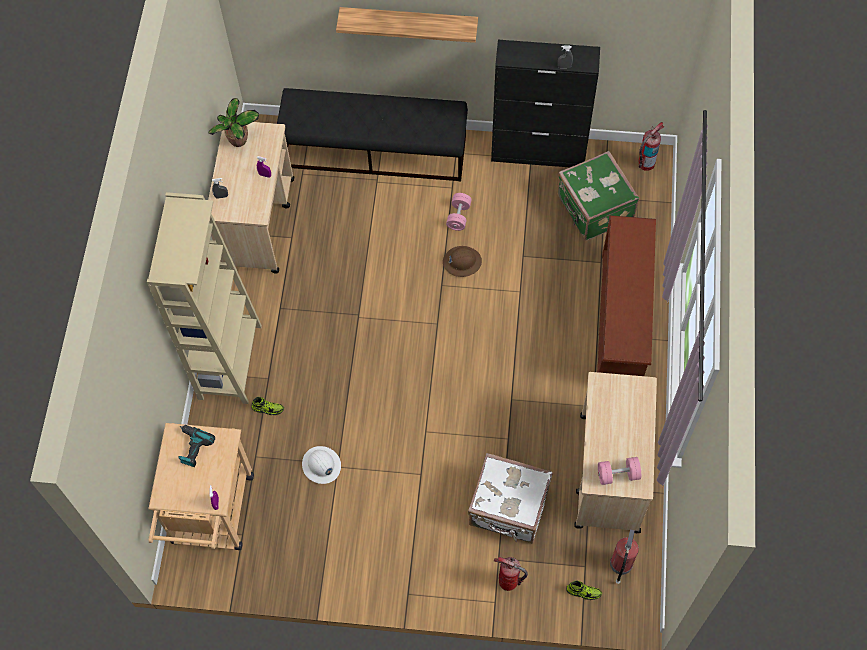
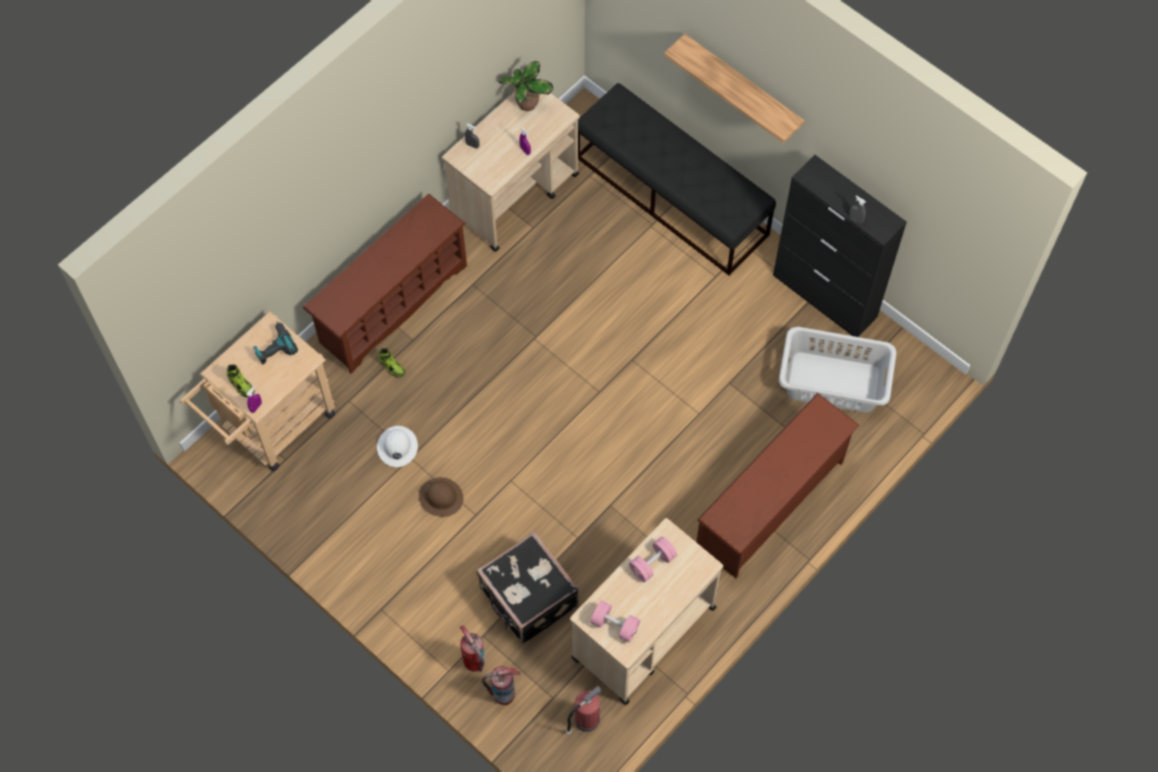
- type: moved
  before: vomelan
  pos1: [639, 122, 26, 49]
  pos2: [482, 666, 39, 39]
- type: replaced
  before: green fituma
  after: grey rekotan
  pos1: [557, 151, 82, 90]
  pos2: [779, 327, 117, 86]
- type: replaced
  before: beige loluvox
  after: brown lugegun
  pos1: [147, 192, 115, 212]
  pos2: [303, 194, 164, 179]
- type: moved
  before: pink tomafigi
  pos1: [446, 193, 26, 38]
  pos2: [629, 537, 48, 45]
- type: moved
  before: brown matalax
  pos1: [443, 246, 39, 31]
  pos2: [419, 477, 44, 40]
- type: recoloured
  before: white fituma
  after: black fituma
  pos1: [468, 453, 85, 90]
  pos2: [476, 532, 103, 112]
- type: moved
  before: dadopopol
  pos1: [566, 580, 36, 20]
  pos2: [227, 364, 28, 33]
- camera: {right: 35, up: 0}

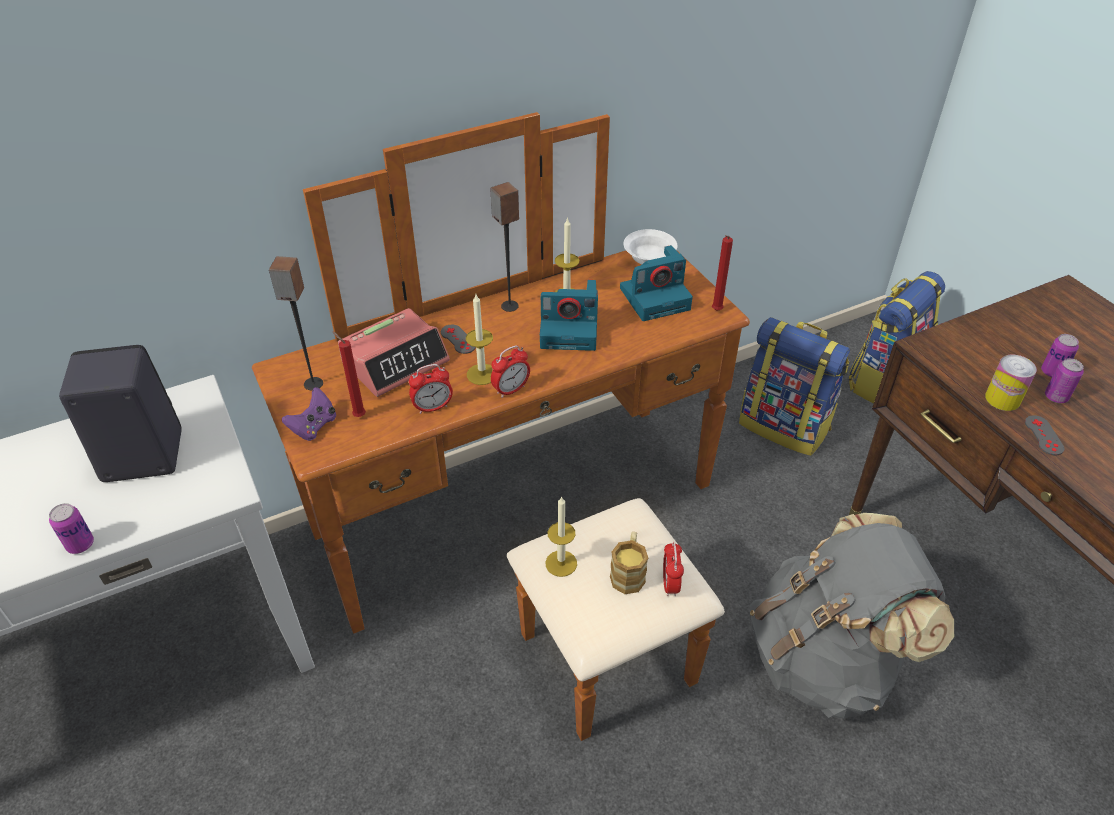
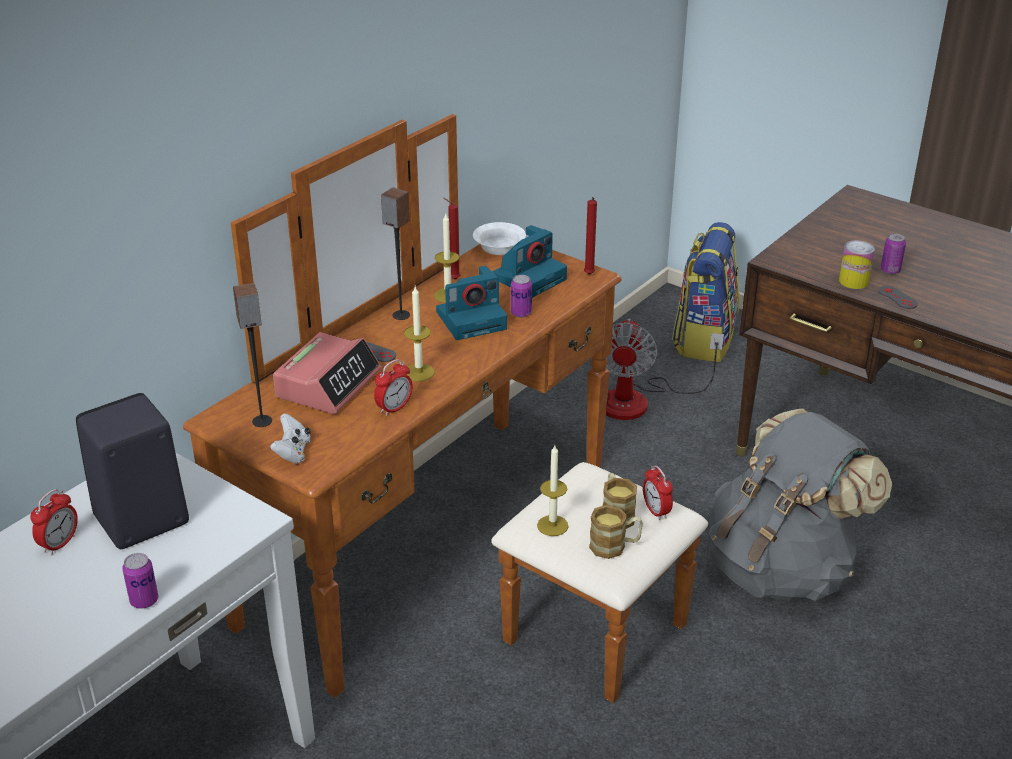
- type: replaced
  before: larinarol
  after: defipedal
  pos1: [739, 317, 111, 139]
  pos2: [606, 318, 118, 102]
- type: moved
  before: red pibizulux
  pos1: [332, 331, 34, 86]
  pos2: [443, 198, 17, 81]
- type: moved
  before: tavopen
  pos1: [1041, 334, 38, 43]
  pos2: [511, 275, 21, 42]
- type: moved
  before: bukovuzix
  pos1: [491, 345, 39, 53]
  pos2: [30, 489, 48, 66]
- type: recoloured
  before: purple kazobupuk
  after: white kazobupuk
  pos1: [282, 387, 54, 54]
  pos2: [270, 414, 41, 50]
- type: added
  after: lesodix
  pos2: [589, 505, 54, 54]
- camera: {right: -25, up: -10}

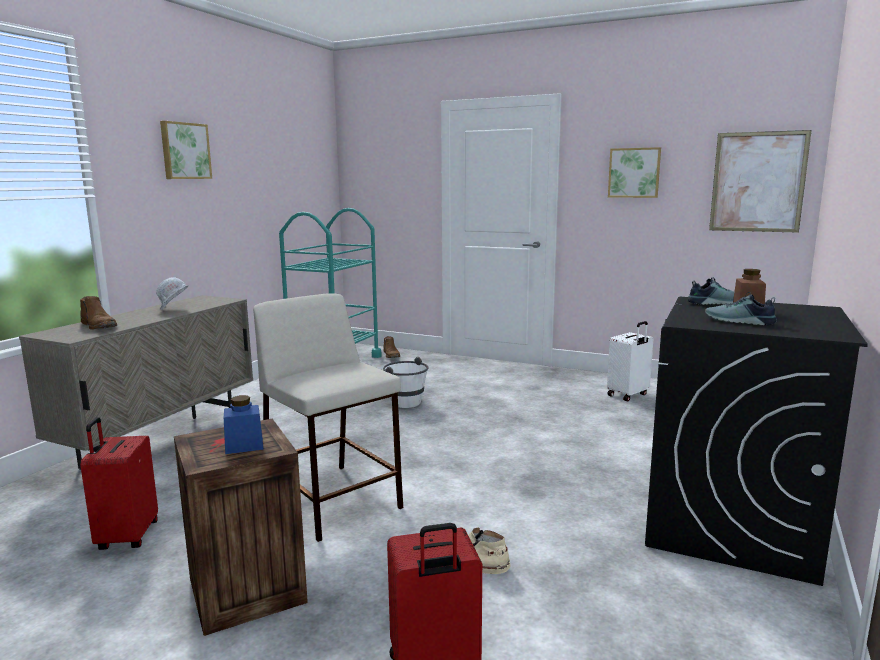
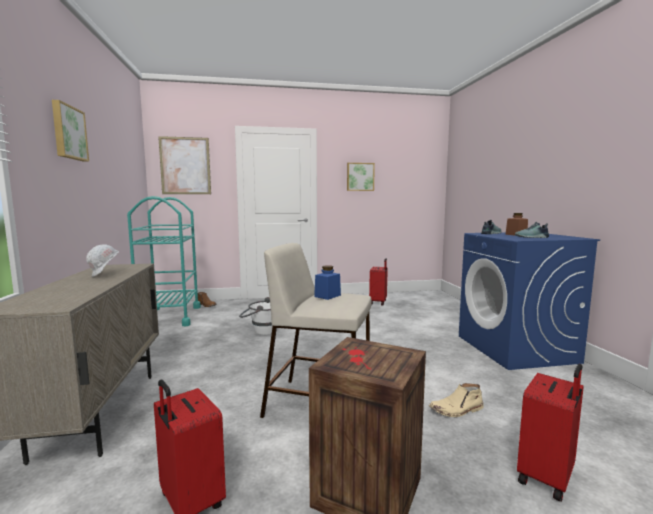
- type: moved
  before: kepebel
  pos1: [709, 130, 103, 103]
  pos2: [158, 136, 53, 58]
- type: removed
  before: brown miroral
  pos1: [80, 296, 37, 34]
- type: recoloured
  before: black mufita
  after: blue mufita
  pos1: [645, 297, 223, 289]
  pos2: [459, 232, 141, 138]
- type: recoloured
  before: white fituma
  after: red fituma
  pos1: [607, 321, 46, 80]
  pos2: [369, 258, 19, 48]
- type: moved
  before: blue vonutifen
  pos1: [224, 395, 40, 59]
  pos2: [314, 265, 27, 35]
- camera: {right: -35, up: -5}

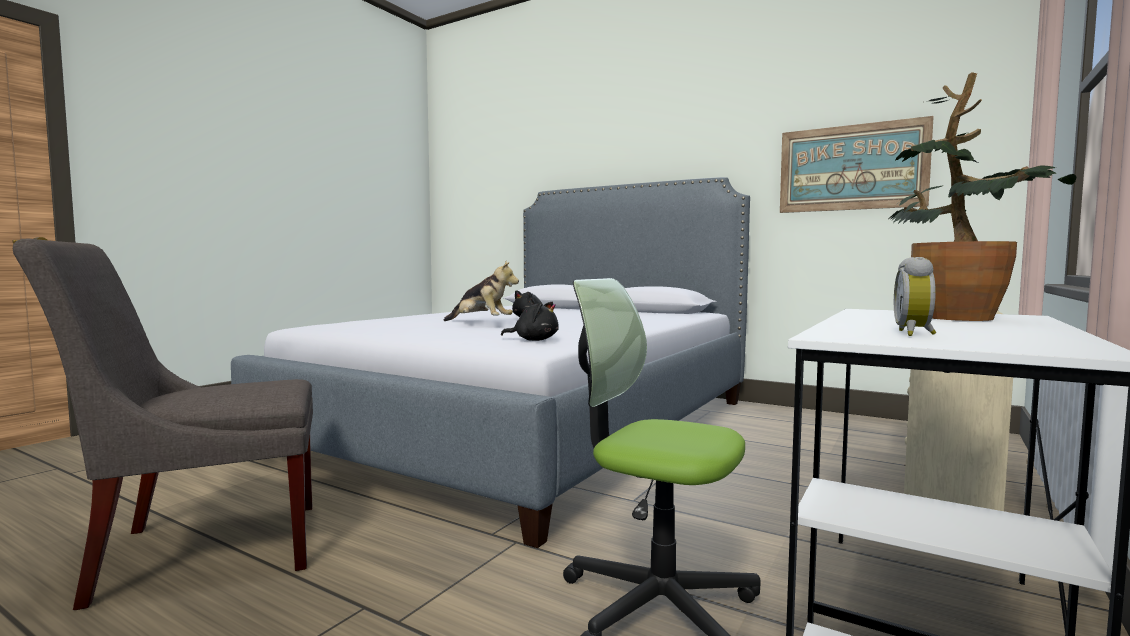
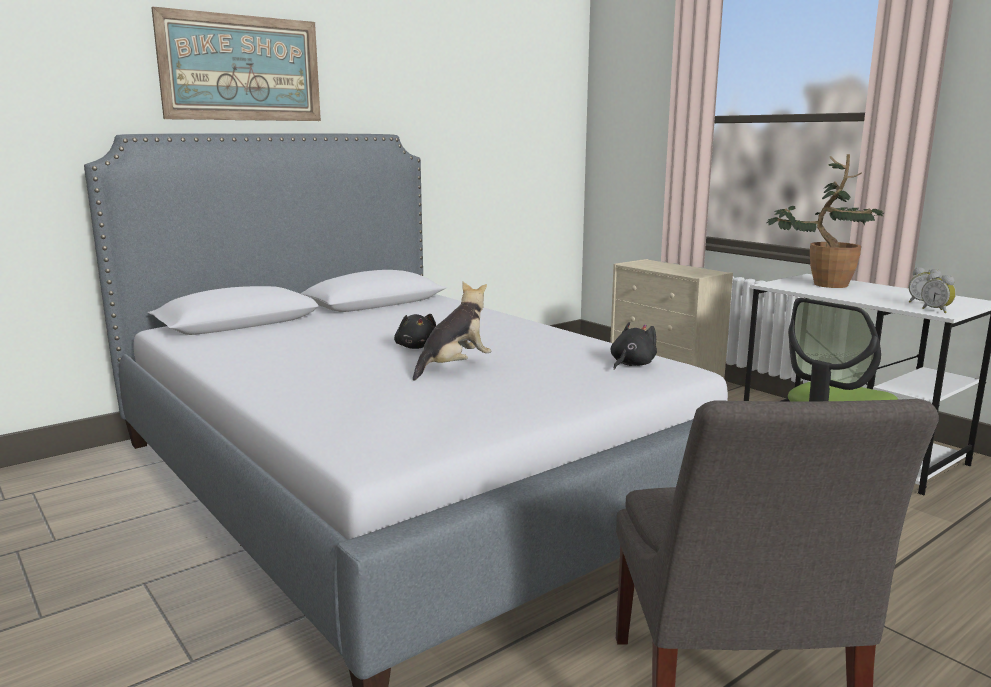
- type: moved
  before: kepebel
  pos1: [780, 116, 154, 97]
  pos2: [151, 7, 170, 114]
- type: added
  after: bukovuzix
  pos2: [921, 273, 35, 40]
- camera: {right: -70, up: 10}

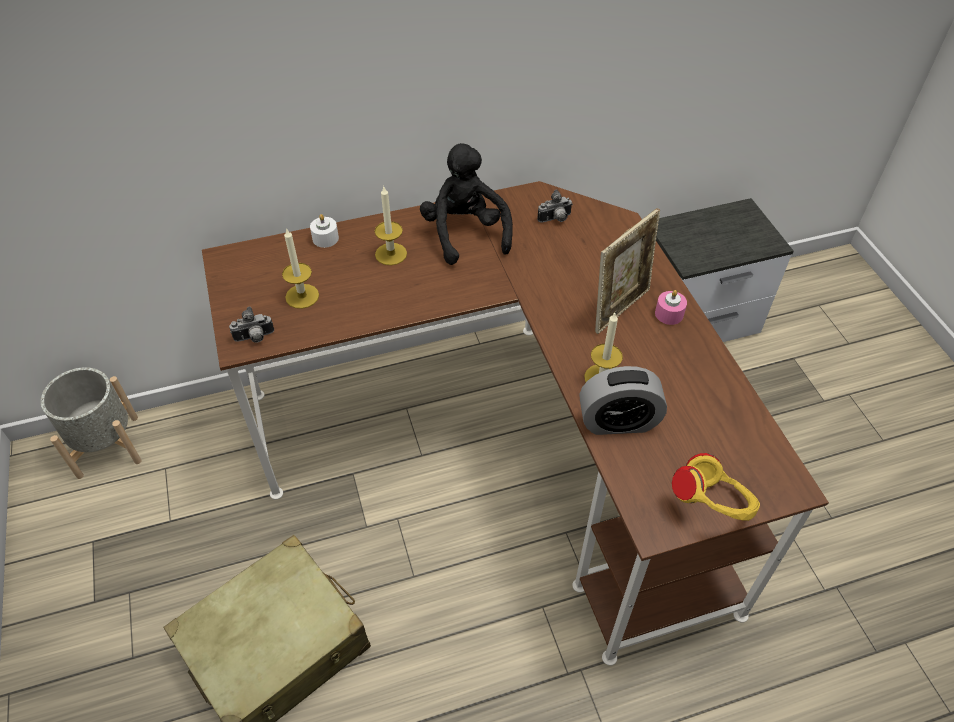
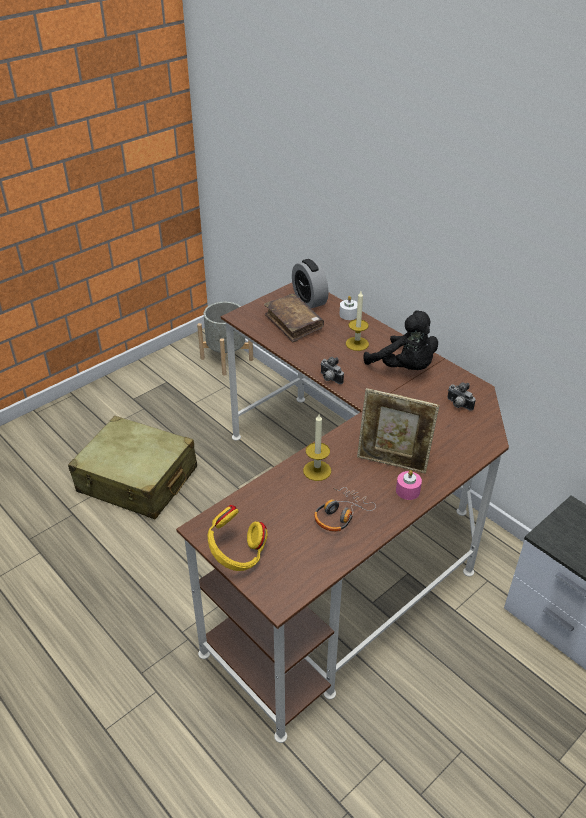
- type: turned
  before: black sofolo
  pos1: [420, 143, 93, 122]
  pos2: [363, 310, 75, 60]
  turn: 90
- type: replaced
  before: pibizulux
  after: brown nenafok
  pos1: [282, 228, 37, 81]
  pos2: [264, 293, 60, 49]
- type: moved
  before: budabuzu
  pos1: [229, 307, 45, 36]
  pos2: [320, 357, 24, 27]
- type: moved
  before: bukovuzix
  pos1: [579, 366, 88, 69]
  pos2: [292, 259, 37, 49]
- type: added
  after: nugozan
  pos2: [314, 487, 62, 45]
- camera: {right: 65, up: -10}

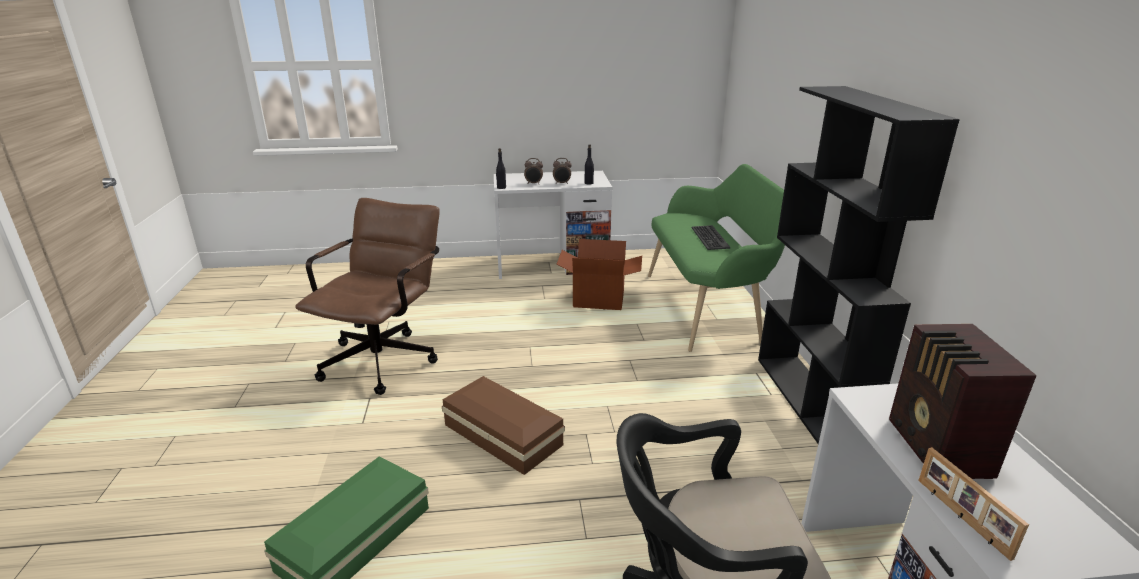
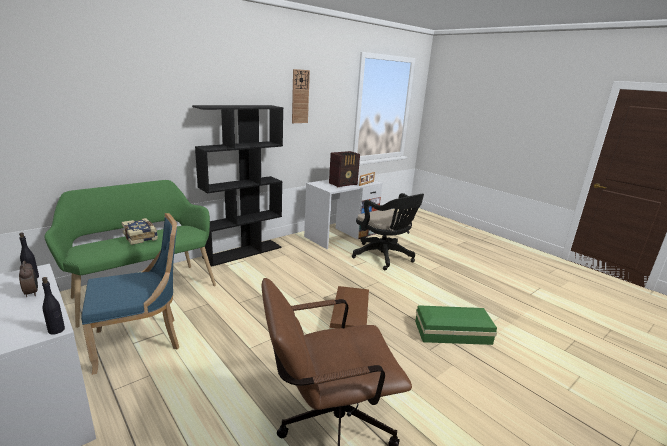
- type: removed
  before: bukovuzix
  pos1: [524, 158, 19, 26]
- type: replaced
  before: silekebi
  after: nenafok
  pos1: [692, 225, 38, 25]
  pos2: [121, 218, 37, 27]
- type: replaced
  before: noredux
  after: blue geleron
  pos1: [557, 239, 85, 71]
  pos2: [81, 213, 98, 162]
- type: added
  after: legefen
  pos2: [292, 69, 18, 54]
- camera: {right: -125, up: -5}

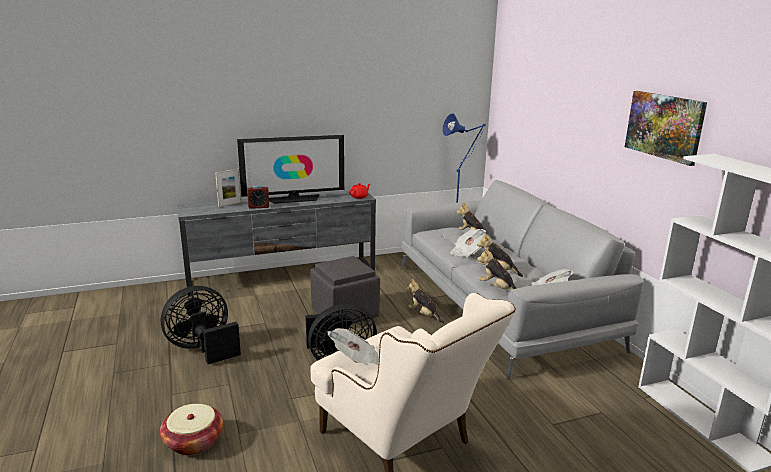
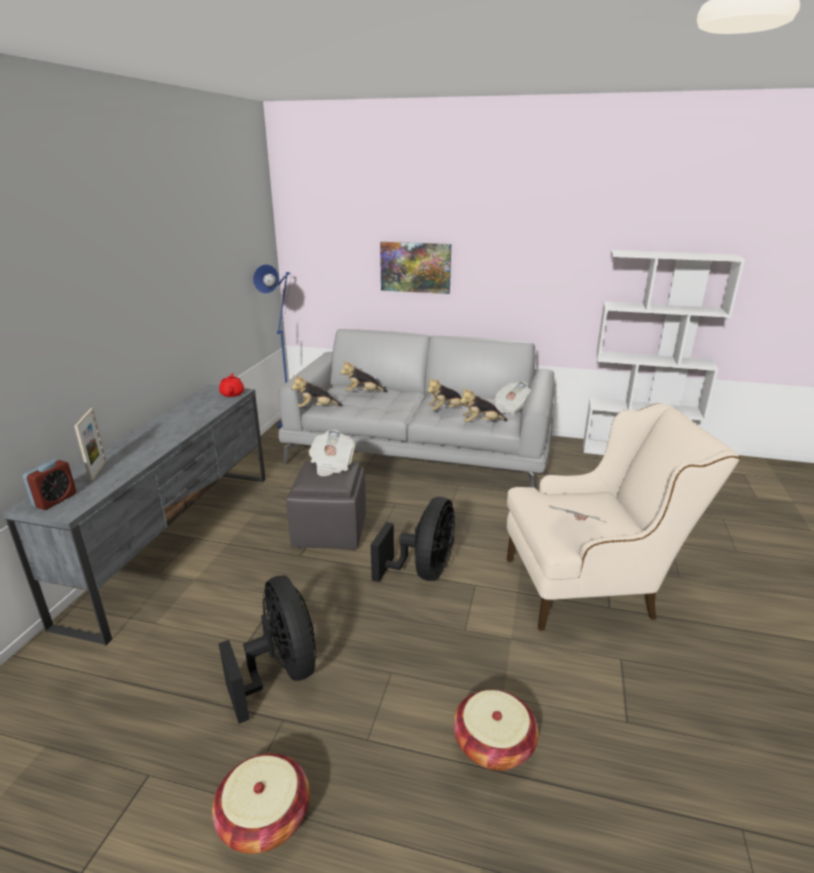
- type: moved
  before: kepebel
  pos1: [625, 91, 82, 75]
  pos2: [380, 242, 71, 52]
- type: removed
  before: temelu
  pos1: [237, 135, 107, 69]
- type: moved
  before: bukovuzix
  pos1: [247, 185, 22, 24]
  pos2: [23, 459, 53, 51]
- type: moved
  before: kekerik
  pos1: [450, 229, 36, 28]
  pos2: [309, 430, 46, 46]
- type: moved
  before: sofolo
  pos1: [406, 279, 38, 44]
  pos2: [291, 375, 52, 32]
- type: turned
  before: black defipedal
  pos1: [161, 286, 80, 78]
  pos2: [218, 576, 98, 148]
  turn: 150
- type: added
  after: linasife
  pos2: [212, 753, 98, 101]
- camera: {right: -55, up: 5}

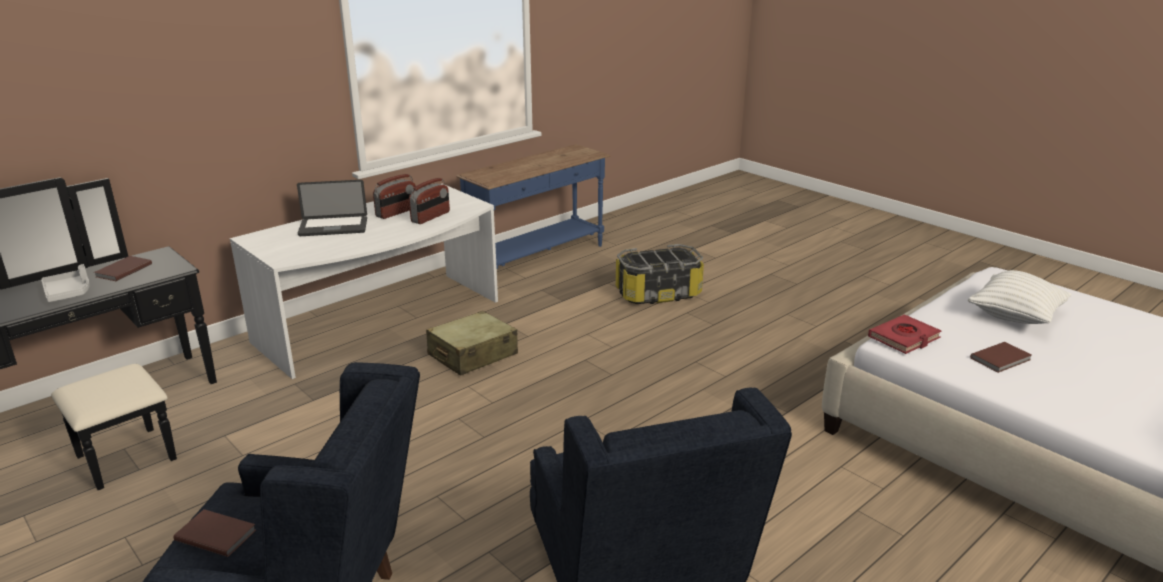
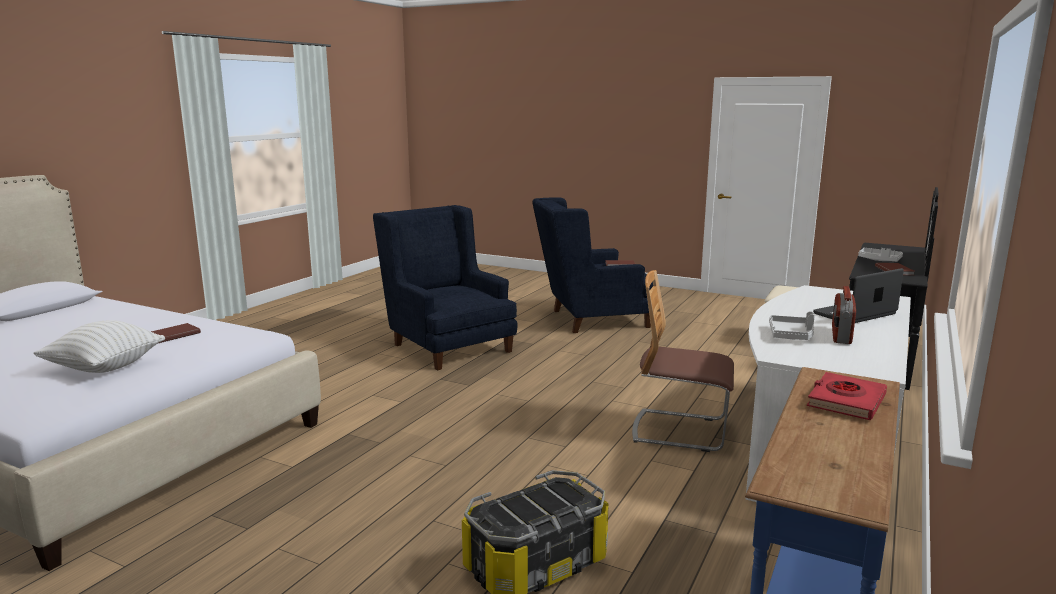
- type: replaced
  before: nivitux
  after: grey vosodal
  pos1: [409, 178, 41, 46]
  pos2: [769, 311, 46, 29]
- type: replaced
  before: beige fituma
  after: geleron
  pos1: [426, 311, 92, 64]
  pos2: [632, 270, 102, 182]
- type: moved
  before: red nenafok
  pos1: [868, 314, 74, 40]
  pos2: [807, 372, 80, 48]
- camera: {right: 160, up: -10}

